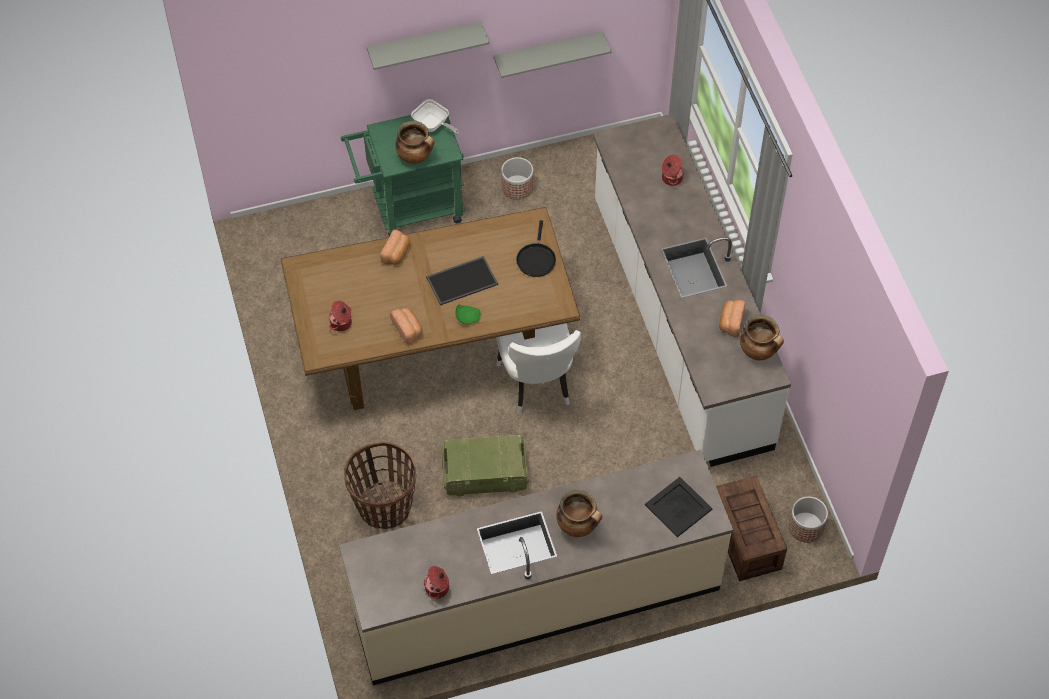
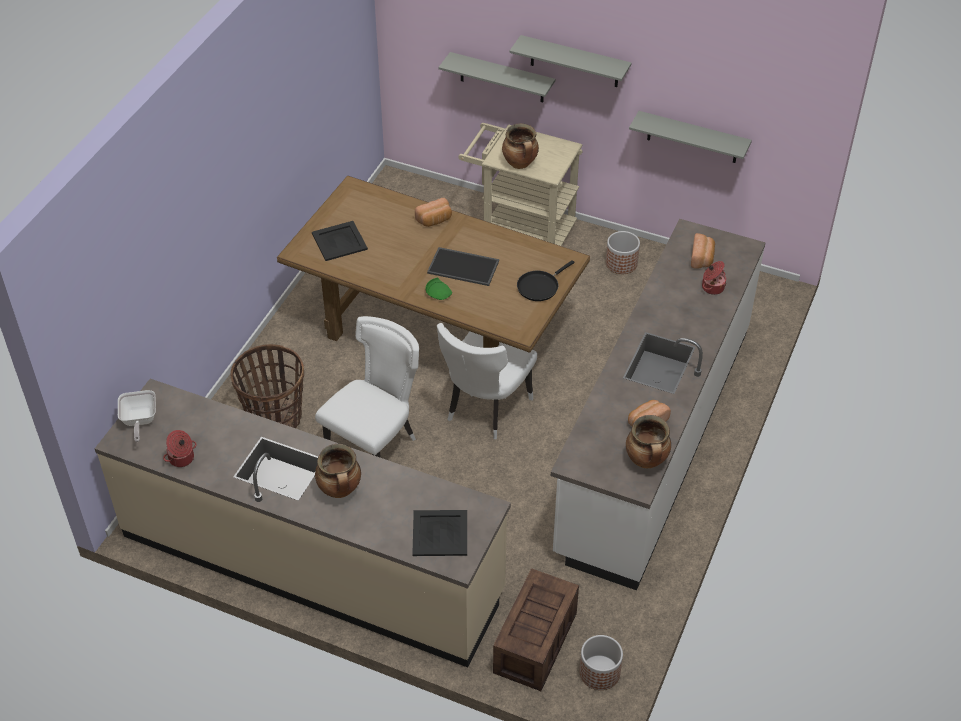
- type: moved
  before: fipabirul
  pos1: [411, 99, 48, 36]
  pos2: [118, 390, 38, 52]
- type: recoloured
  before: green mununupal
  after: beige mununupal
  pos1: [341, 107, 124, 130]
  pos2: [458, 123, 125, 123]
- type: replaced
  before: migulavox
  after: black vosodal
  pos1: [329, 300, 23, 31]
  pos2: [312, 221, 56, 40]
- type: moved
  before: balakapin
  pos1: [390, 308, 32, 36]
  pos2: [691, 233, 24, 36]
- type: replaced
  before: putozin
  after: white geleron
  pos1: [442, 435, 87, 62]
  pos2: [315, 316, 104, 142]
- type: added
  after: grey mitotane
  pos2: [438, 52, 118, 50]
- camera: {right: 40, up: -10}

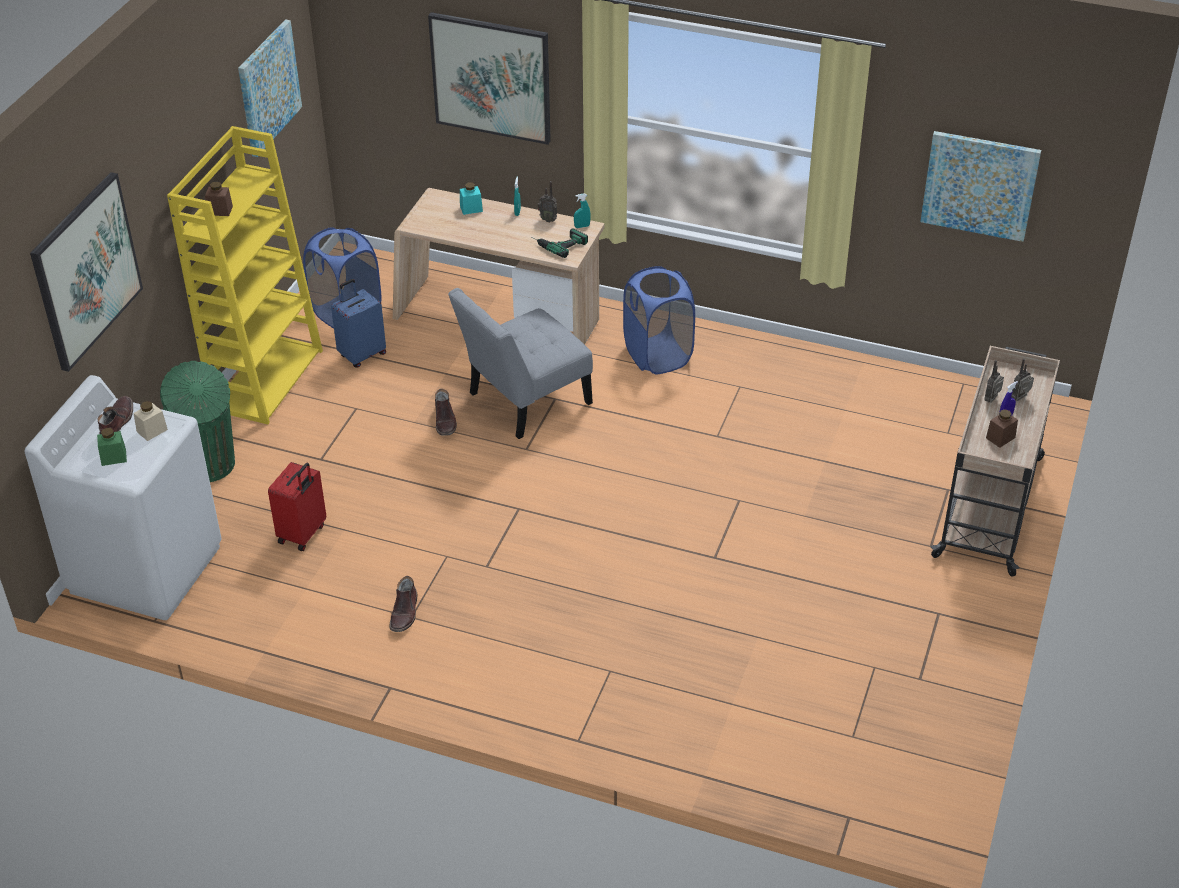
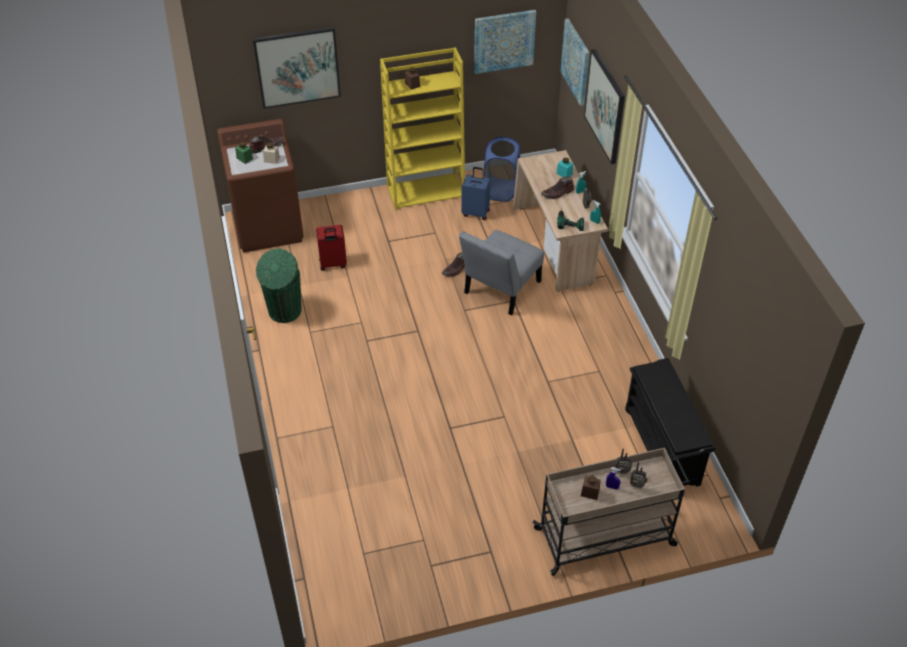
- type: moved
  before: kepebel
  pos1: [920, 131, 121, 111]
  pos2: [560, 18, 30, 88]
- type: removed
  before: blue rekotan
  pos1: [623, 266, 72, 108]
- type: turned
  before: grey geleron
  pos1: [448, 288, 145, 151]
  pos2: [459, 230, 85, 85]
  turn: -75
- type: moved
  before: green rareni
  pos1: [160, 361, 75, 121]
  pos2: [256, 248, 46, 75]
- type: recoloured
  before: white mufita
  after: brown mufita
  pos1: [25, 375, 197, 245]
  pos2: [217, 119, 87, 133]
- type: moved
  before: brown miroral
  pos1: [390, 576, 27, 56]
  pos2: [541, 177, 33, 22]
- type: added
  after: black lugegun
  pos2: [625, 358, 91, 129]
- camera: {right: 55, up: 5}

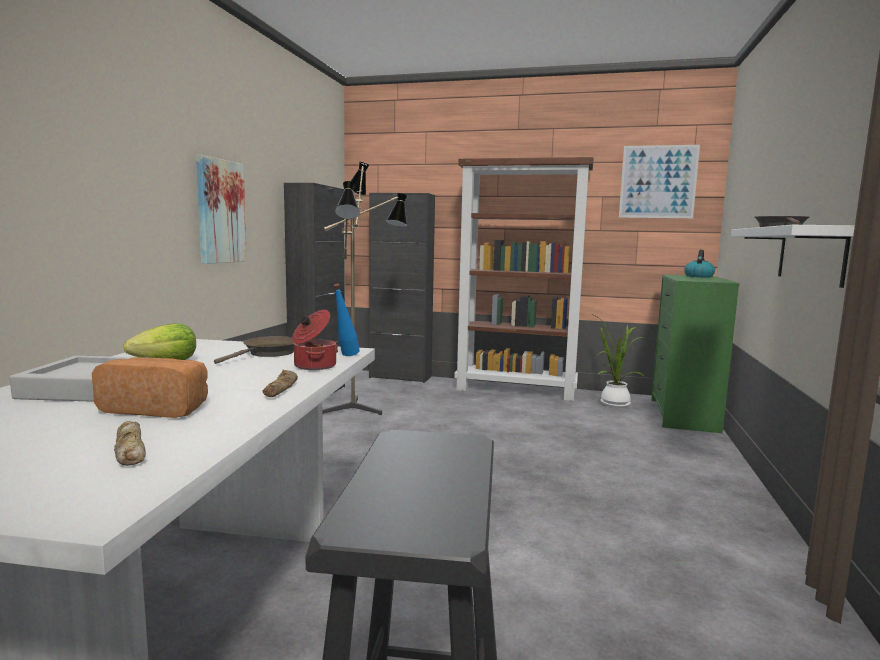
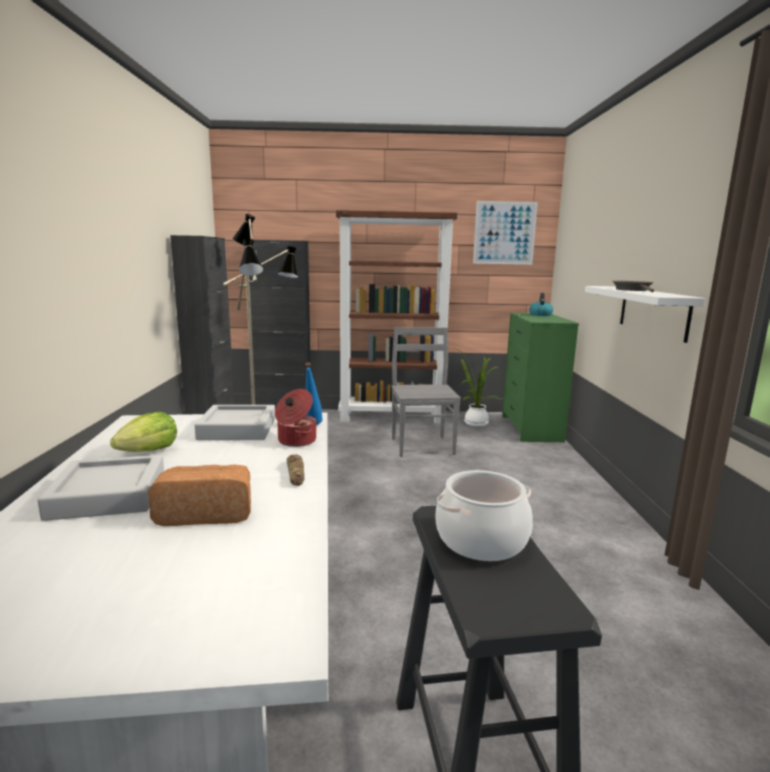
- type: removed
  before: kepebel
  pos1: [196, 155, 51, 109]
- type: replaced
  before: brown fipabirul
  after: grey vosodal
  pos1: [214, 336, 80, 28]
  pos2: [194, 405, 81, 35]
- type: removed
  before: balakapin
  pos1: [114, 421, 32, 45]
- type: added
  after: grey geleron
  pos2: [392, 328, 69, 129]
- type: added
  after: migulavox
  pos2: [436, 470, 97, 91]
- camera: {right: -15, up: 5}

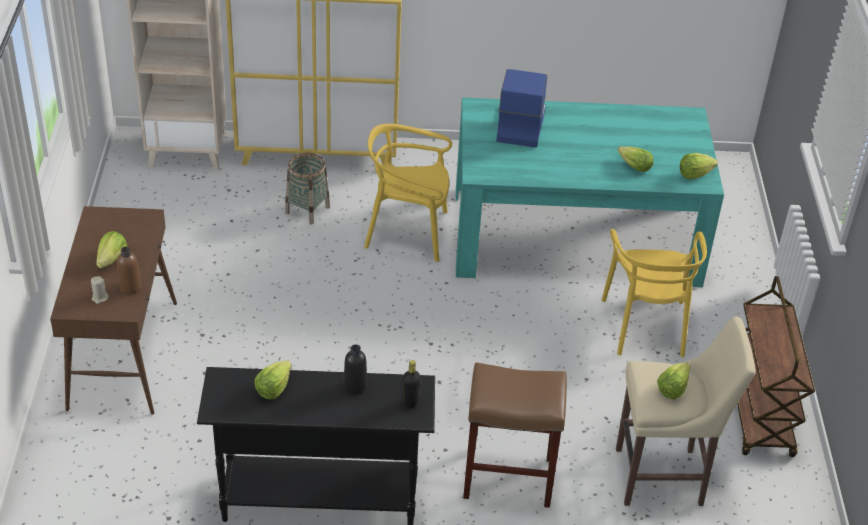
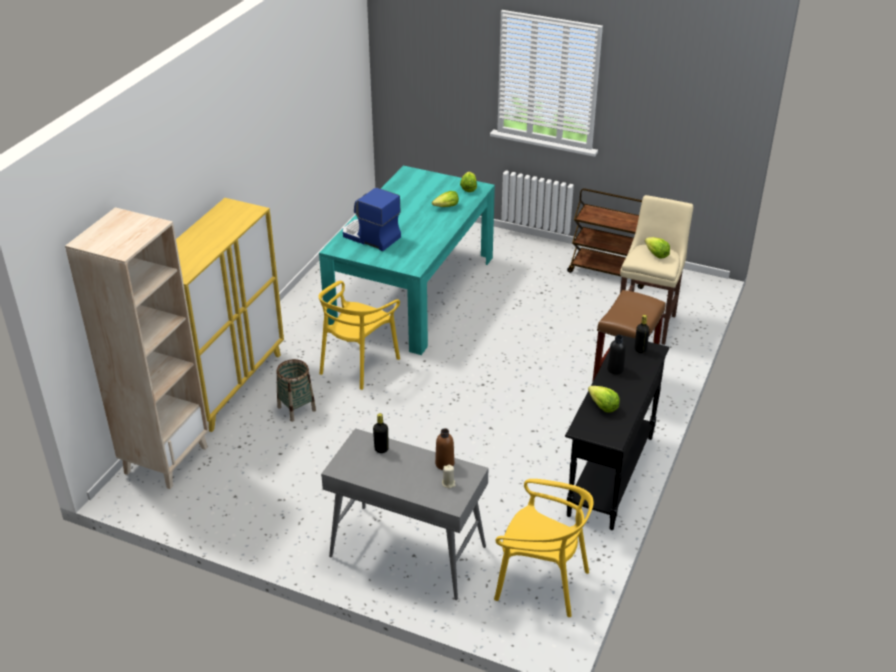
- type: recoloured
  before: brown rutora
  after: grey rutora
  pos1: [50, 206, 127, 209]
  pos2: [321, 428, 168, 172]
- type: moved
  before: yellow geleron
  pos1: [602, 229, 105, 128]
  pos2: [494, 479, 100, 138]
- type: removed
  before: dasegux
  pos1: [96, 231, 31, 37]
- type: added
  after: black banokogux
  pos2: [373, 413, 16, 40]
- camera: {right: -65, up: -5}

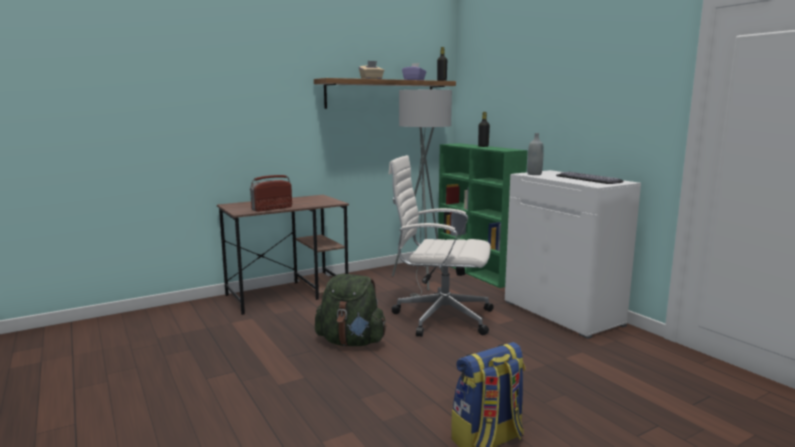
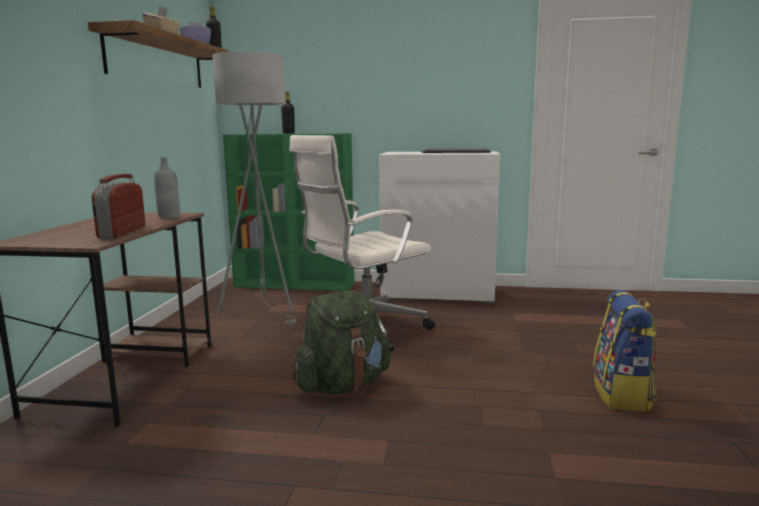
- type: moved
  before: grey banokogux
  pos1: [527, 133, 17, 42]
  pos2: [154, 157, 26, 62]
- camera: {right: -50, up: 0}

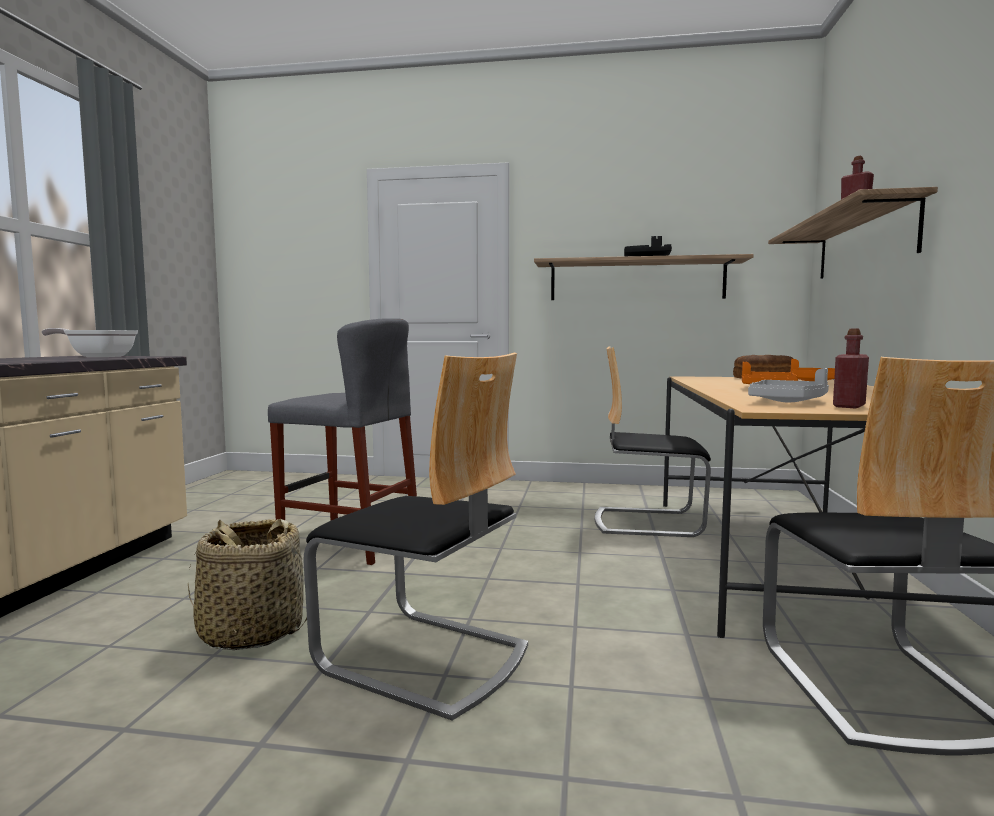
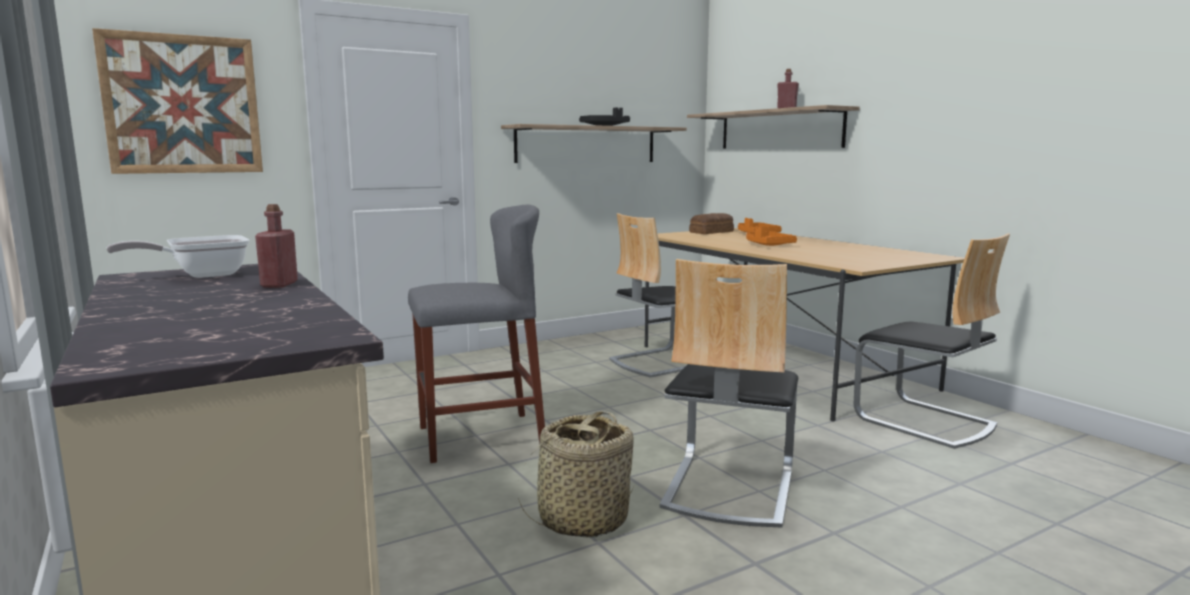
- type: moved
  before: red banokogux
  pos1: [833, 329, 36, 79]
  pos2: [255, 204, 43, 84]
- type: turned
  before: geleron
  pos1: [303, 353, 225, 368]
  pos2: [660, 259, 138, 269]
  turn: 120
- type: removed
  before: grey vosodal
  pos1: [748, 368, 81, 34]
- type: added
  after: kepebel
  pos2: [92, 28, 171, 146]
- camera: {right: -40, up: 5}

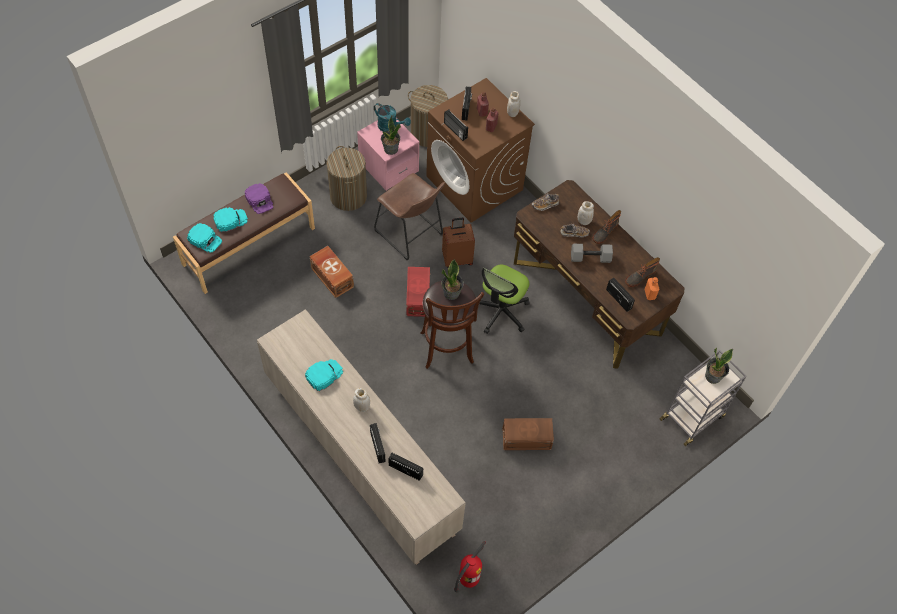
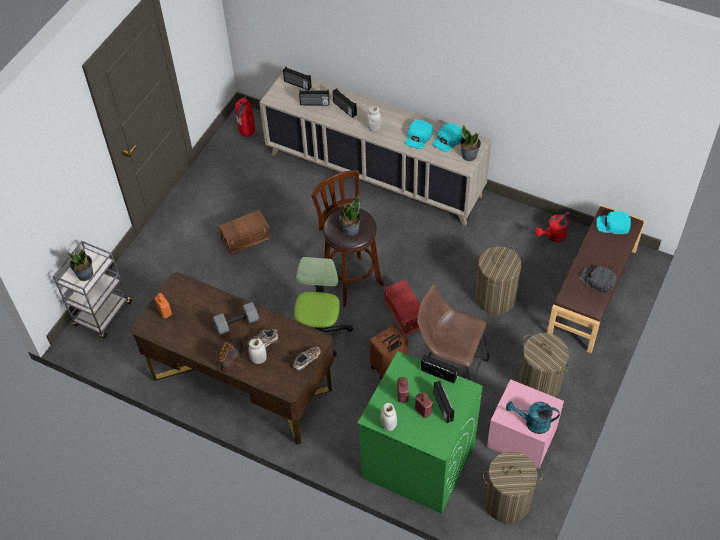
- type: recoloured
  before: brown mufita
  after: green mufita
  pos1: [426, 78, 109, 145]
  pos2: [357, 351, 126, 163]
- type: moved
  before: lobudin
  pos1: [381, 115, 20, 40]
  pos2: [460, 125, 21, 36]
- type: recoloured
  before: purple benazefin
  after: black benazefin
  pos1: [245, 183, 29, 31]
  pos2: [579, 267, 38, 27]
- type: moved
  before: turquoise benazefin
  pos1: [213, 207, 35, 26]
  pos2: [433, 123, 30, 29]
- type: replaced
  before: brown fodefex
  after: rekotan
  pos1: [310, 246, 44, 52]
  pos2: [475, 246, 46, 68]
- type: removed
  before: miroral
  pos1: [625, 257, 35, 30]
- type: moved
  before: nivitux
  pos1: [606, 278, 29, 34]
  pos2: [283, 67, 29, 23]
- type: added
  after: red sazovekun
  pos2: [535, 212, 37, 31]
- camera: {right: 160, up: -5}

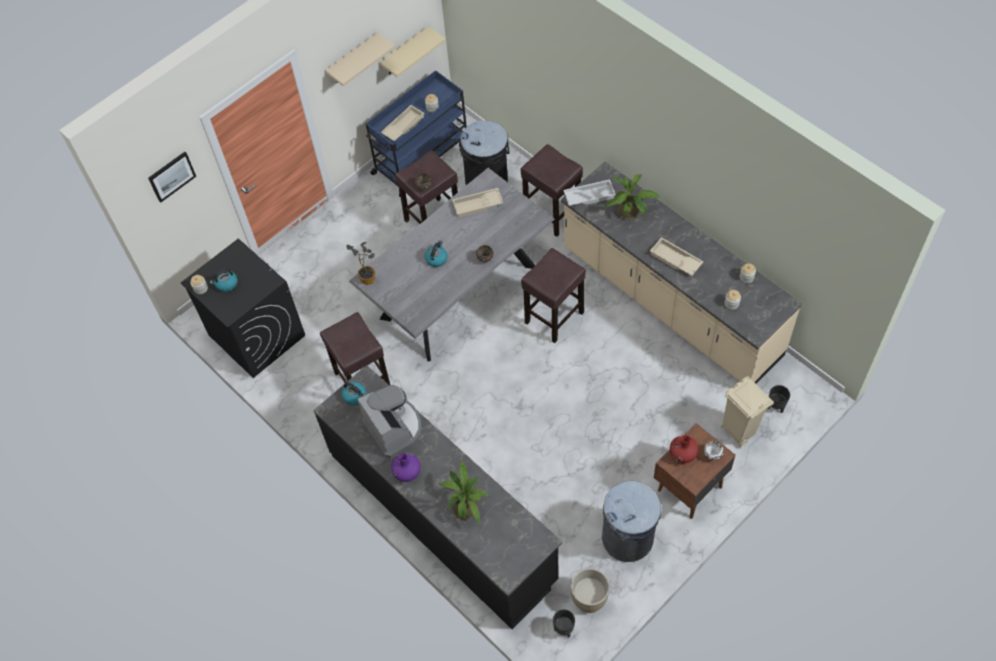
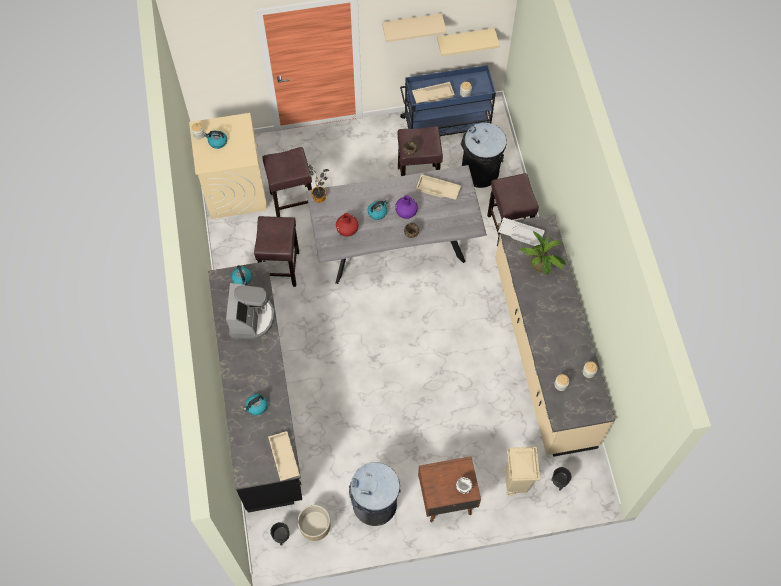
- type: removed
  before: kepebel
  pos1: [148, 152, 48, 51]
- type: moved
  before: beige vosodal
  pos1: [650, 237, 53, 39]
  pos2: [268, 431, 32, 50]
- type: recoloured
  before: black mufita
  after: beige mufita
  pos1: [181, 238, 124, 140]
  pos2: [189, 113, 79, 106]
- type: moved
  before: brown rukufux
  pos1: [521, 248, 65, 95]
  pos2: [262, 147, 50, 70]
- type: moved
  before: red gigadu
  pos1: [670, 435, 28, 28]
  pos2: [336, 213, 23, 24]
- type: moved
  before: purple gigadu
  pos1: [391, 453, 30, 29]
  pos2: [395, 195, 23, 24]
- type: replaced
  before: lobudin
  after: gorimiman
  pos1: [439, 461, 50, 64]
  pos2: [243, 394, 25, 21]
- camera: {right: 30, up: 5}

